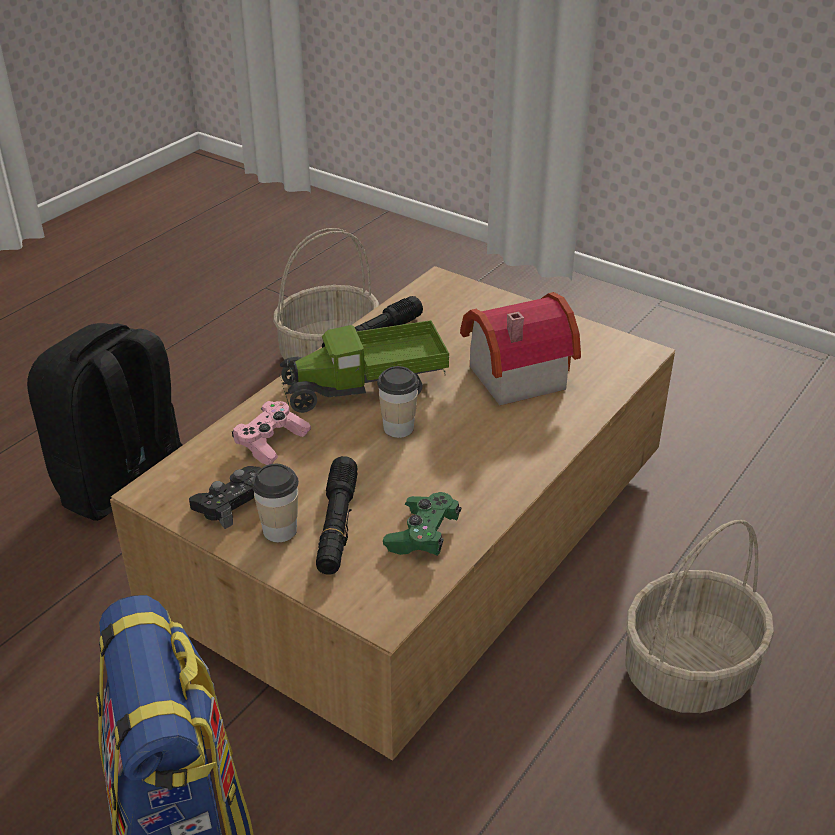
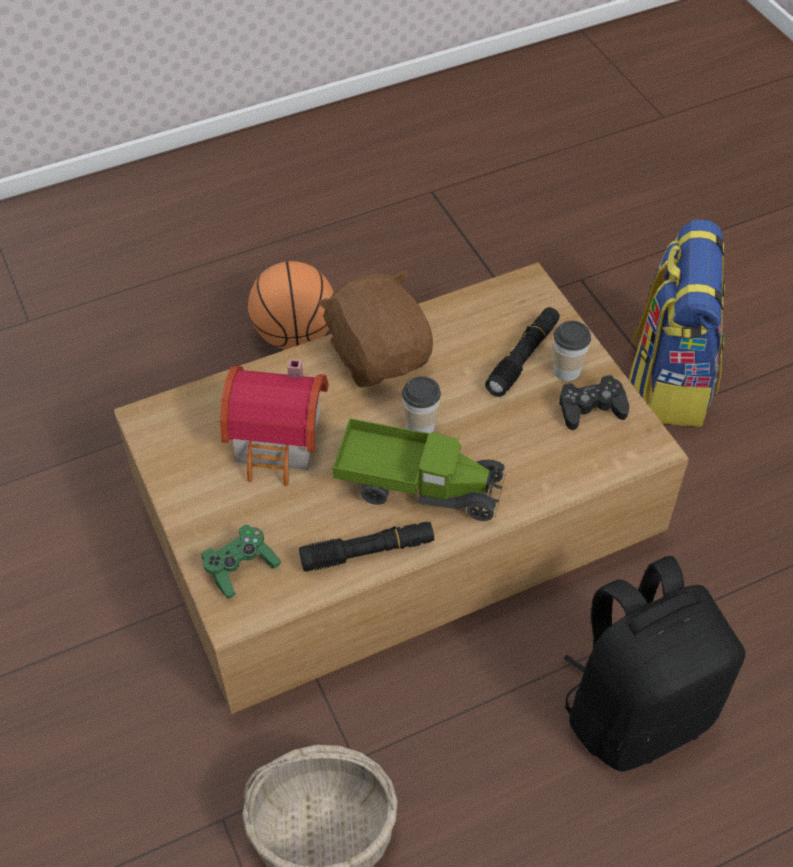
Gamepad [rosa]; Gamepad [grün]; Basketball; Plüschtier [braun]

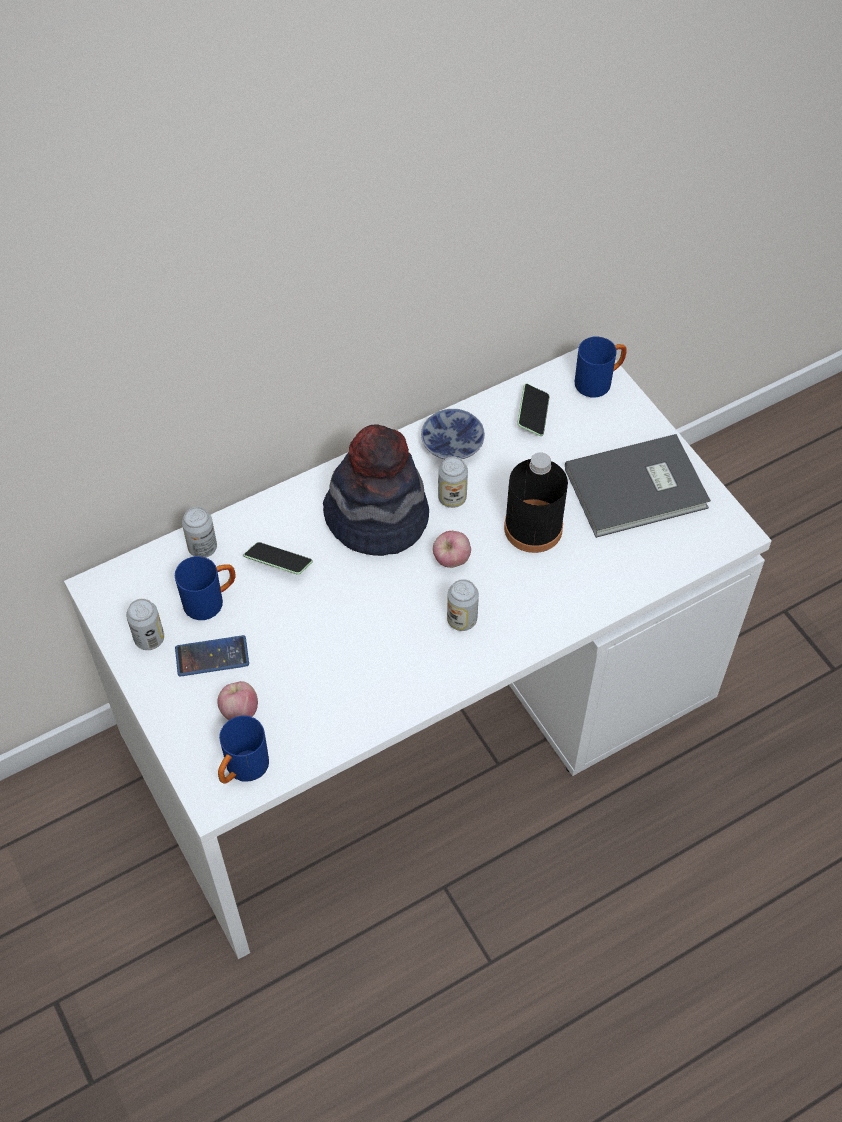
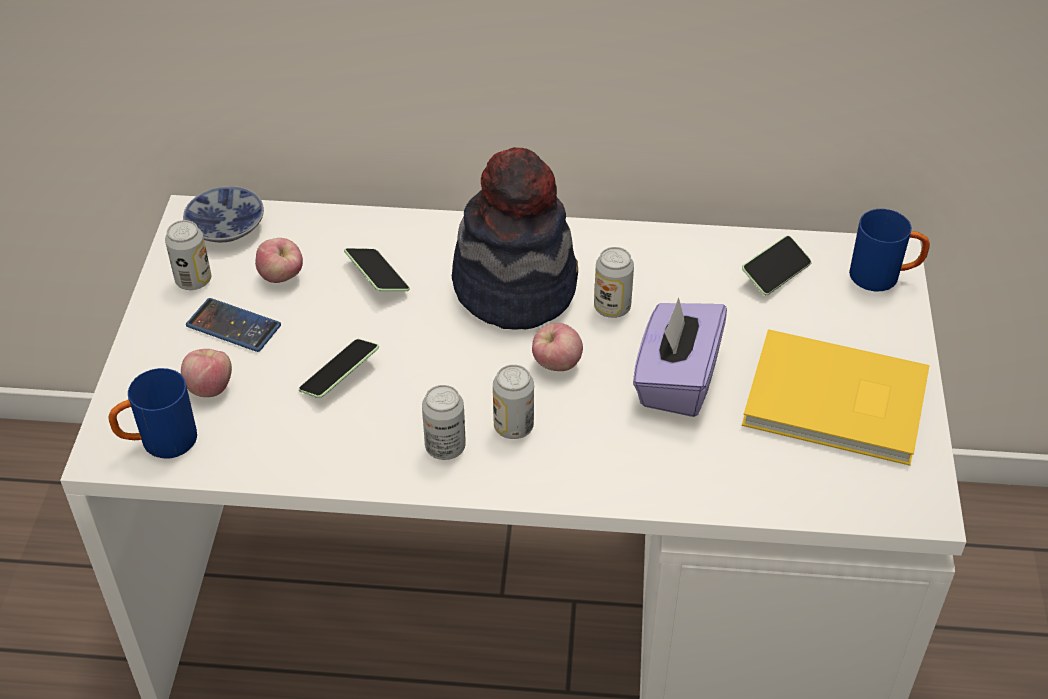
Schüssel; Buch [gelb]; Taschentuchbox [lila]; Dose (no. 2 from left); Apfel (no. 2 from left); Handy (no. 2 from left)

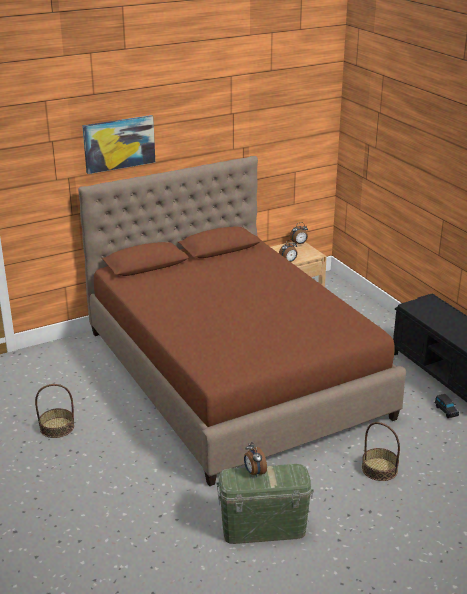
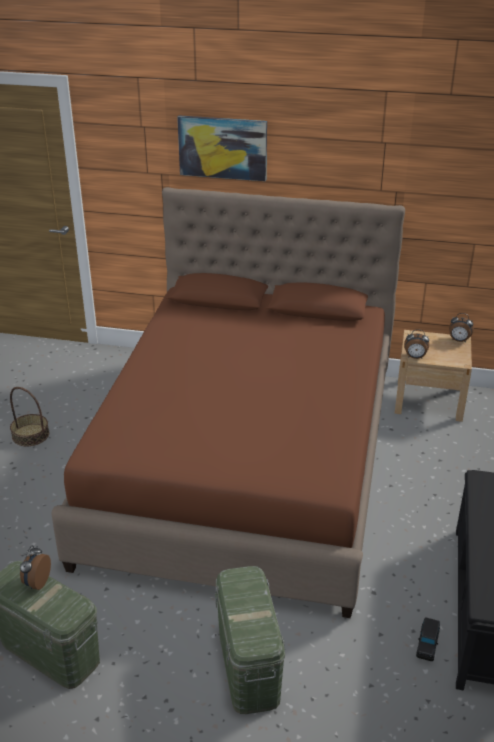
Aufbewahrungsbox [grün] (no. 2 from left)

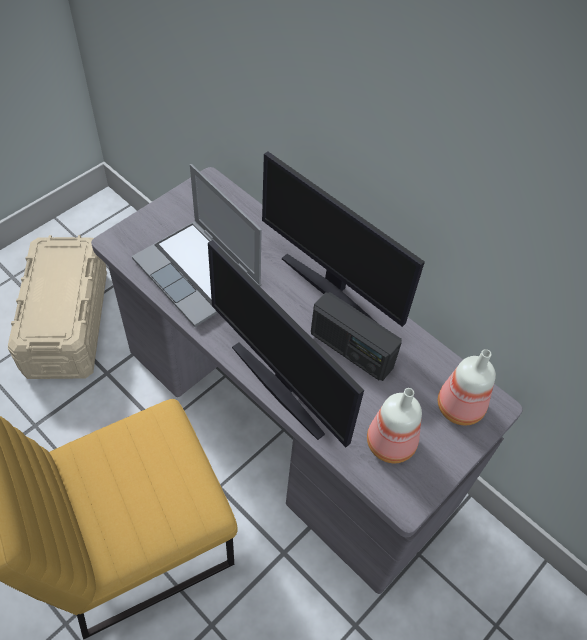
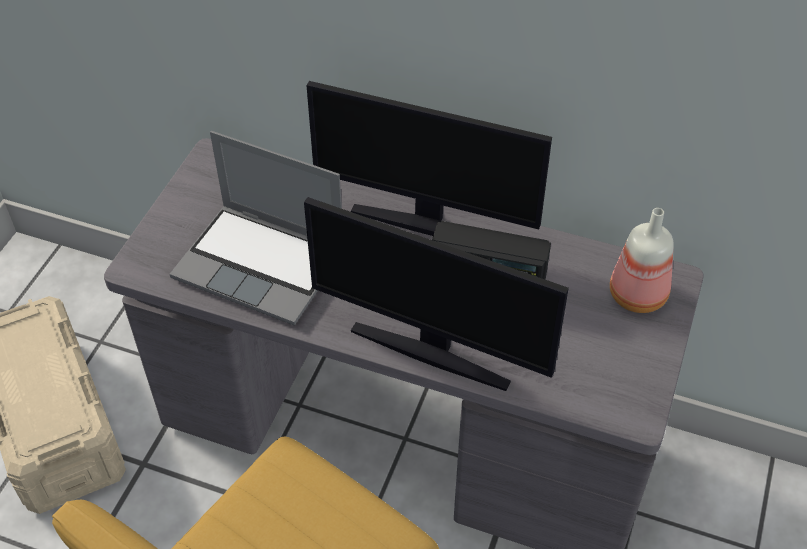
Flasche (no. 1 from left in the first image)

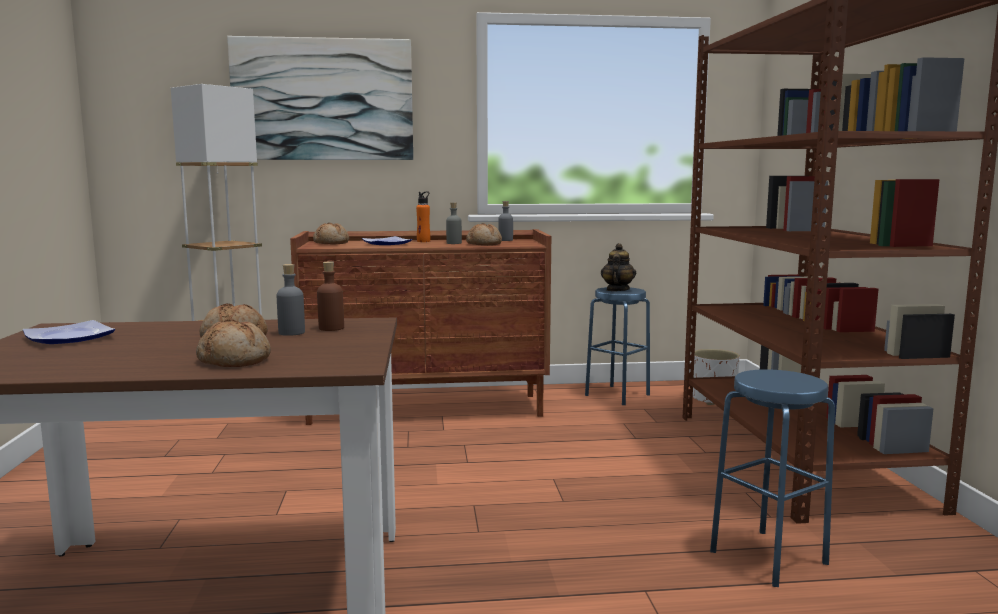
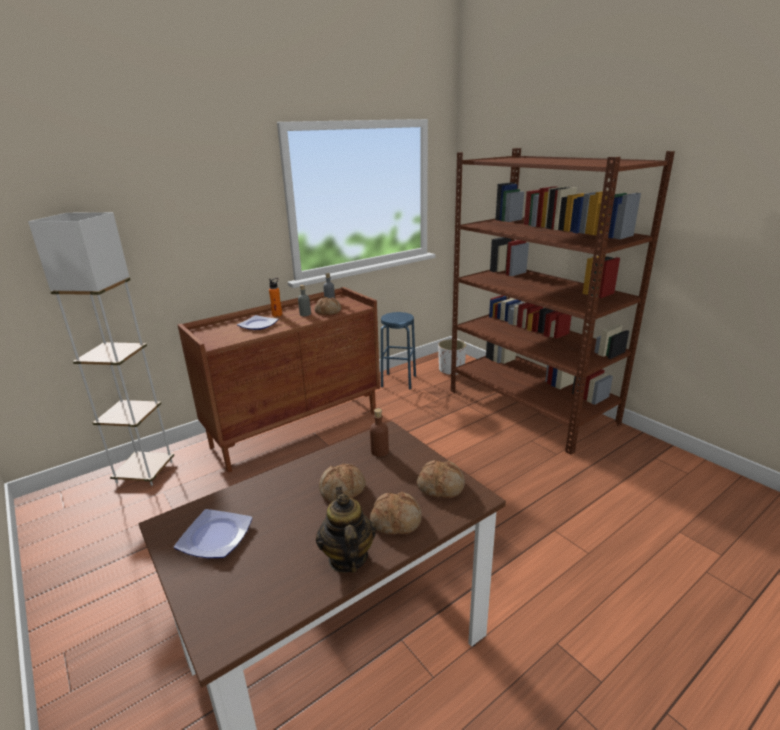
Bild; Brot (no. 4 from left); Teekanne; Flasche [grau] (no. 1 from left in the first image); Hocker [blau] (no. 2 from left in the first image)

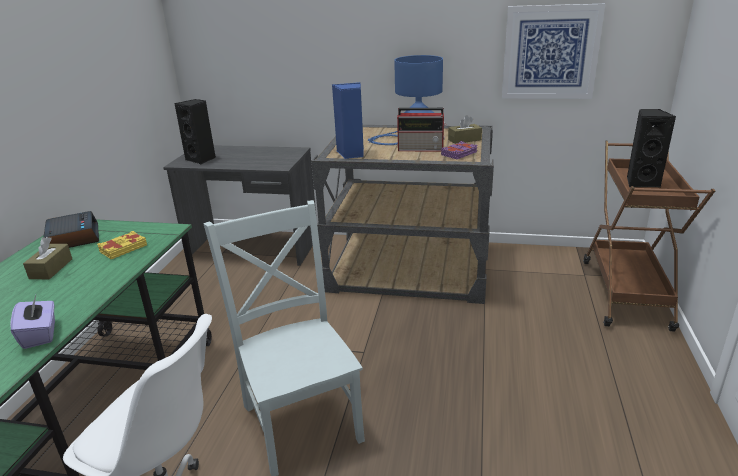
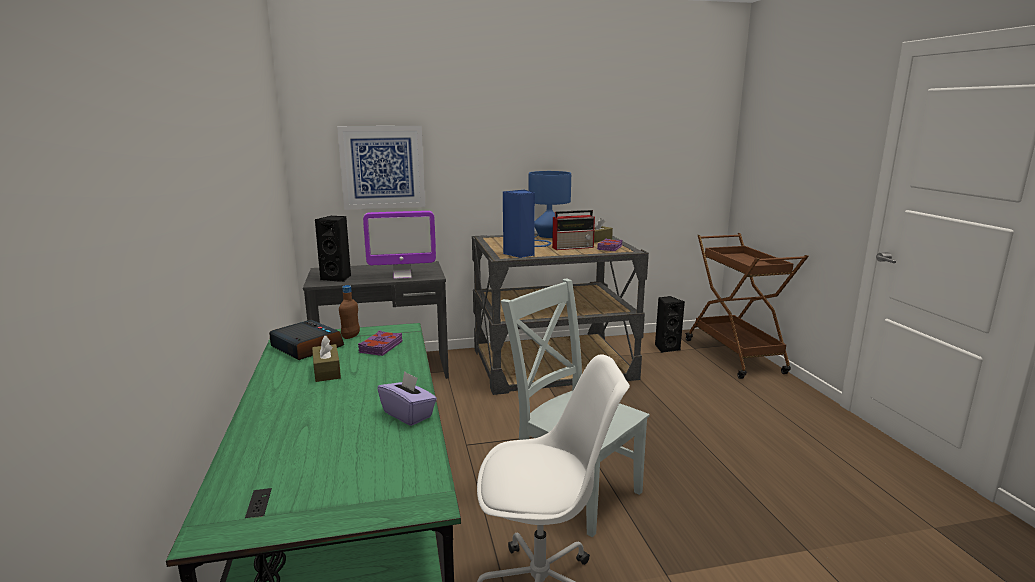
Bild; Lautsprecher [schwarz] (no. 2 from left); Buch [lila] (no. 1 from left); Monitor; Flasche [braun]

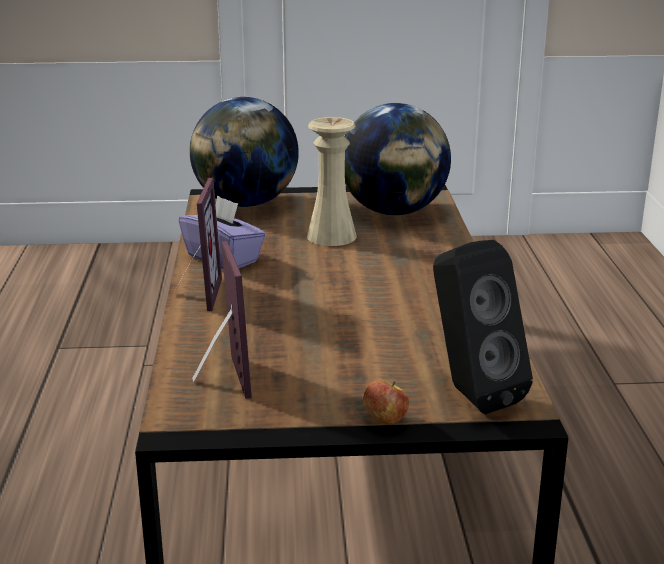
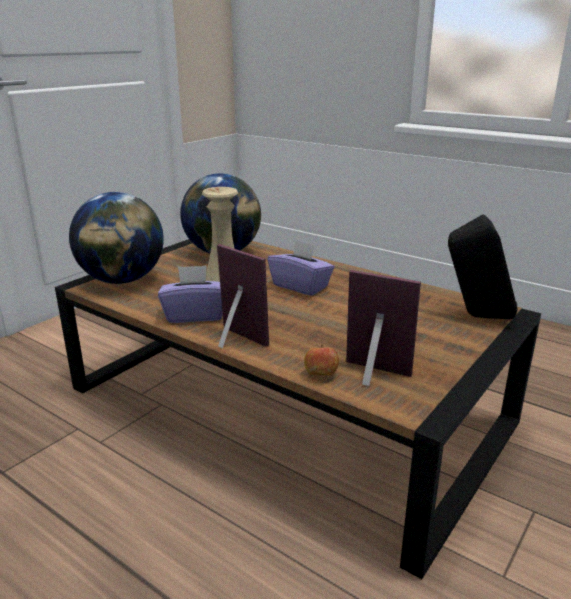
Apfel; Taschentuchbox [lila] (no. 2 from left)

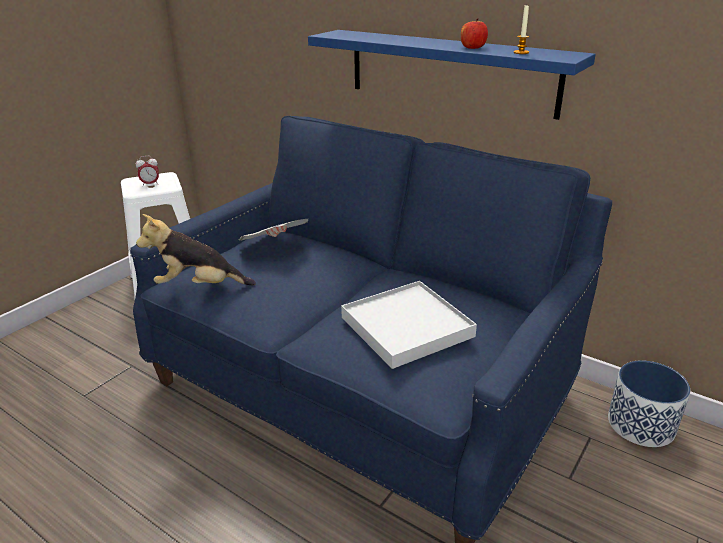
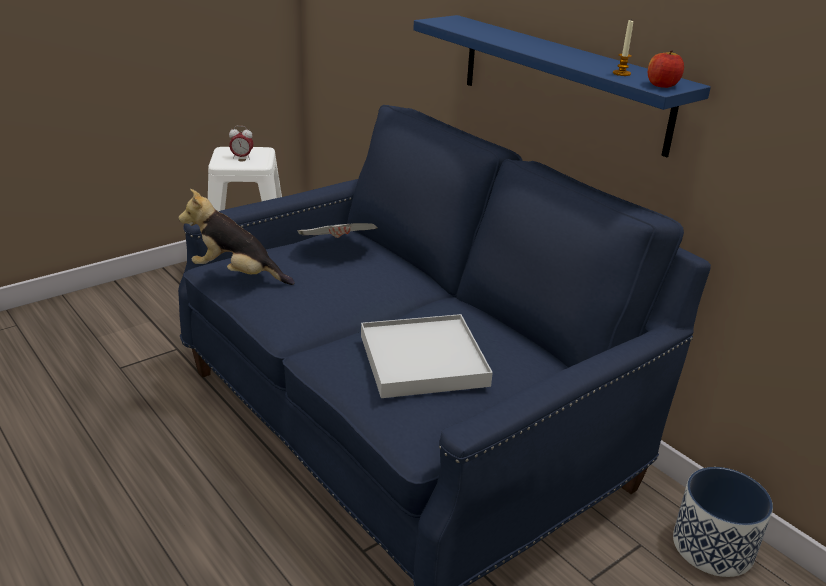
Apfel

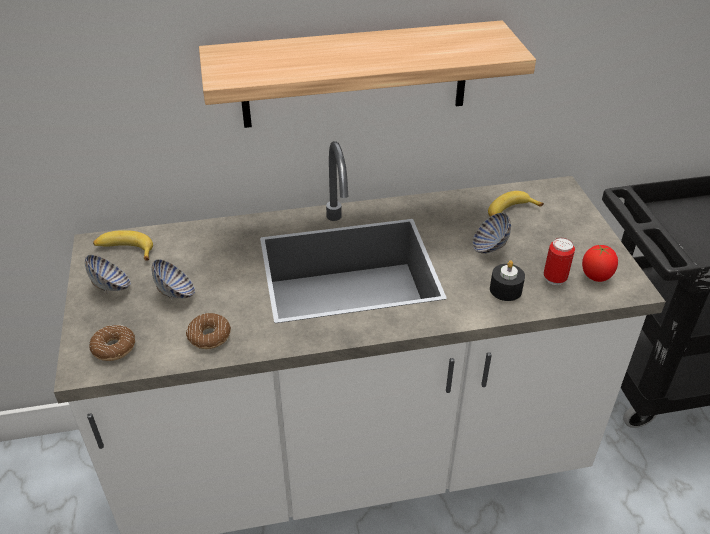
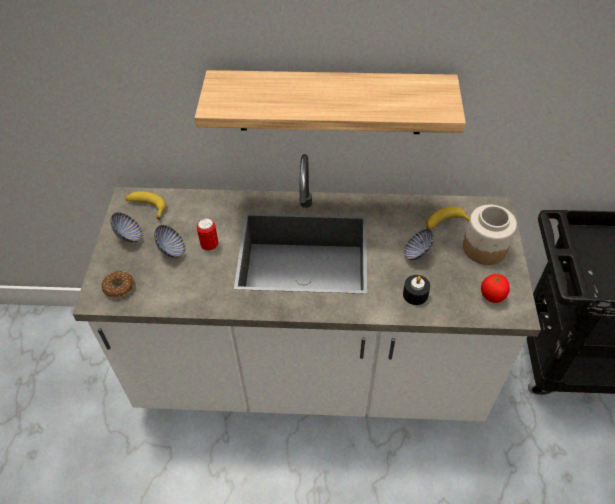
Dose; Donut (no. 2 from left in the first image); Vorratsglas

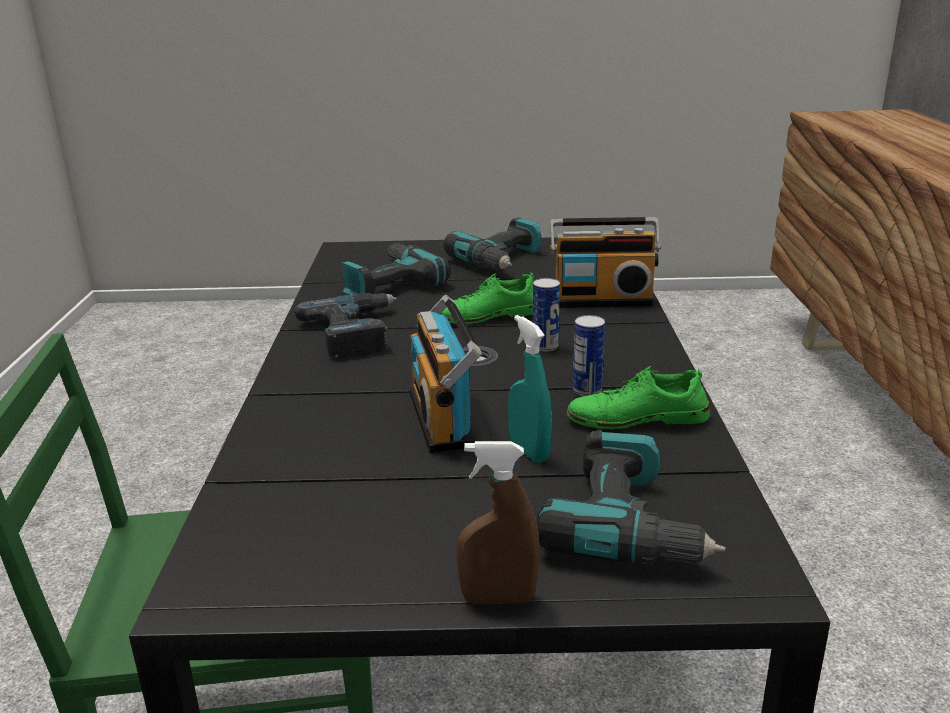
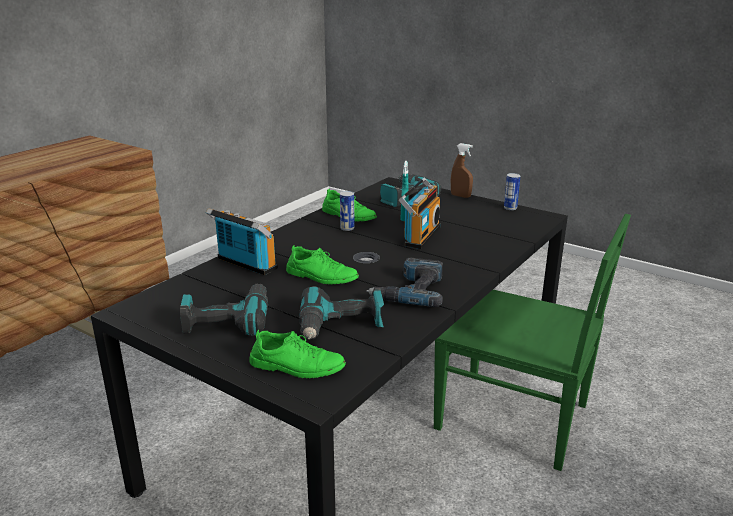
Dose (no. 2 from left); Schuh [grün] (no. 1 from left)

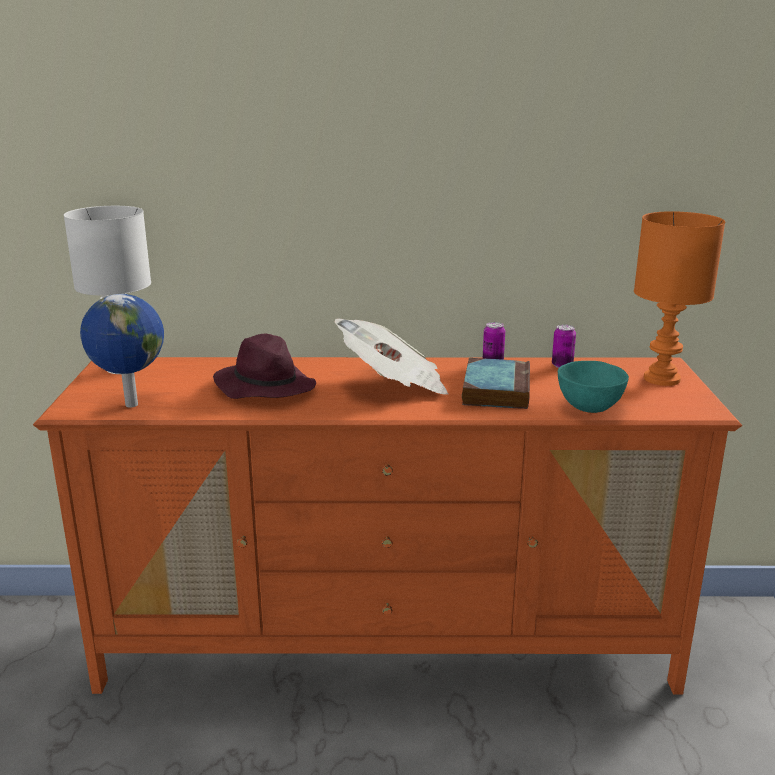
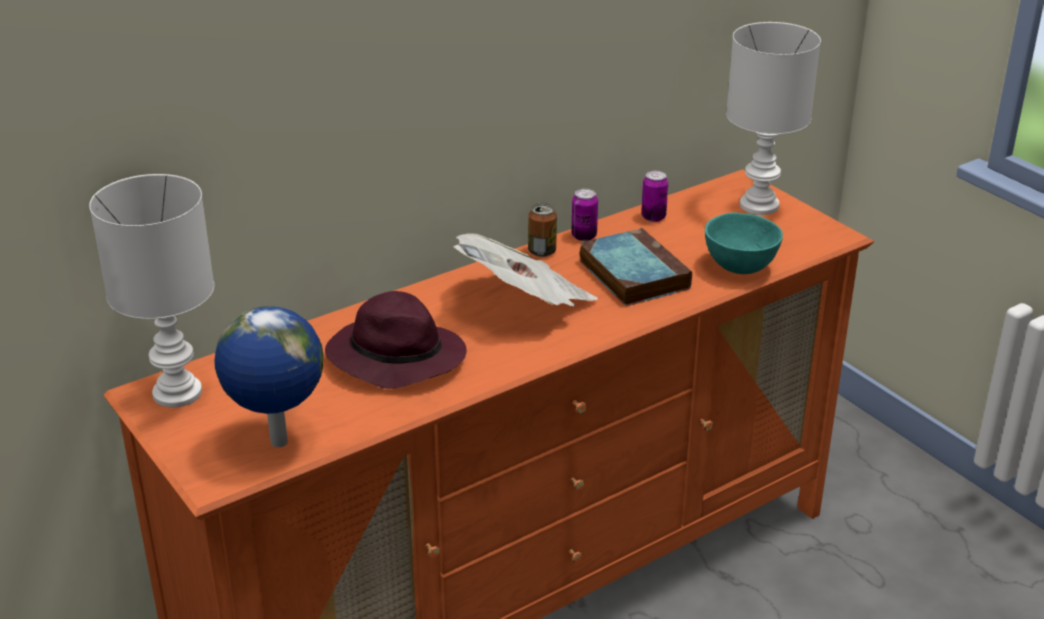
Tischlampe [weiß] (no. 2 from left); Dose (no. 1 from left)

